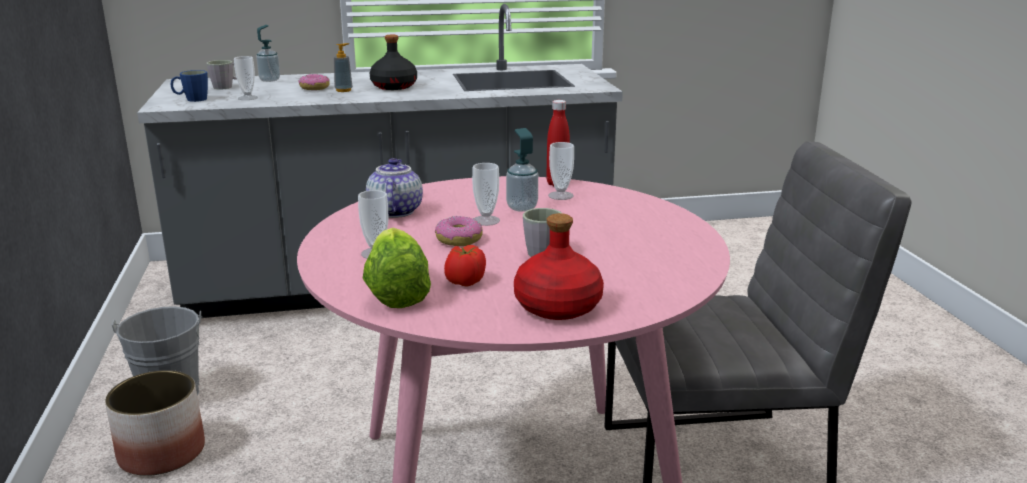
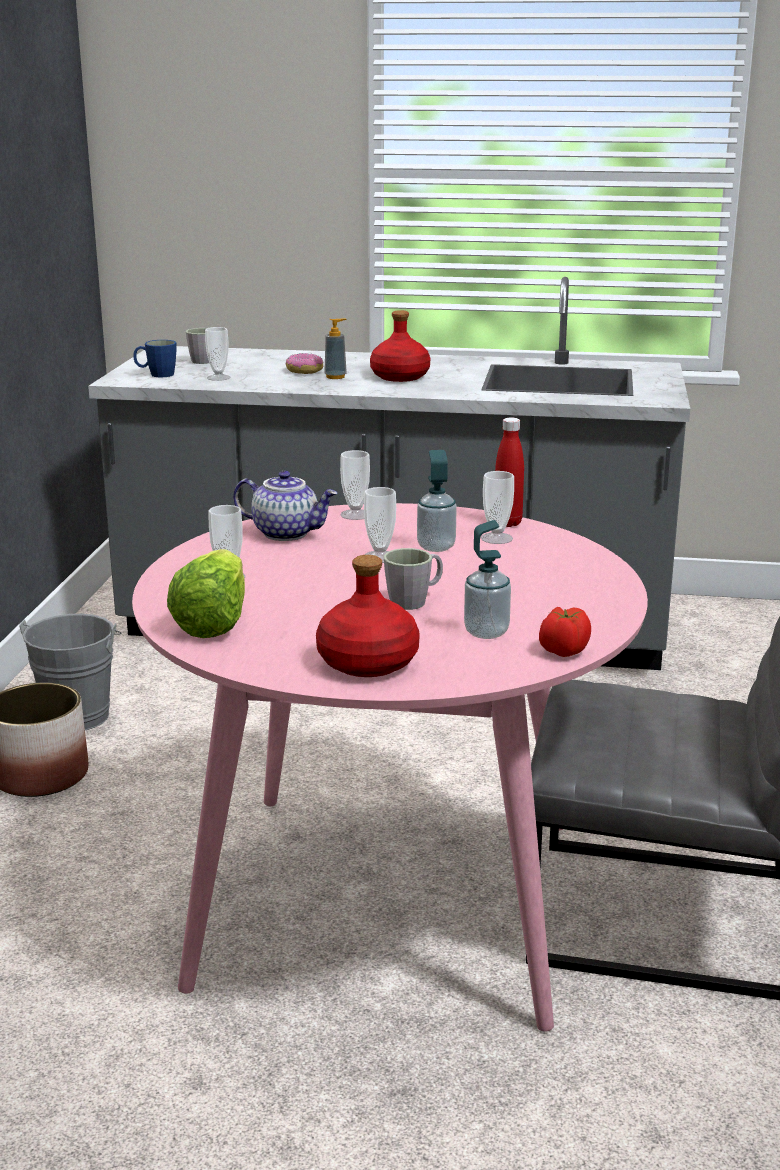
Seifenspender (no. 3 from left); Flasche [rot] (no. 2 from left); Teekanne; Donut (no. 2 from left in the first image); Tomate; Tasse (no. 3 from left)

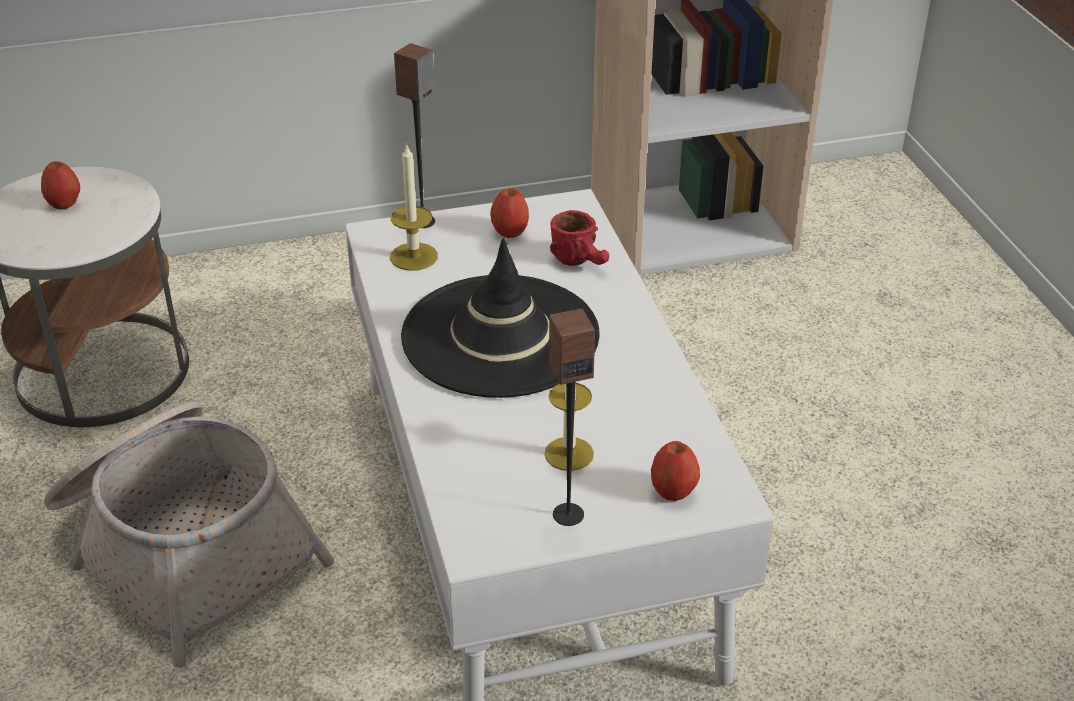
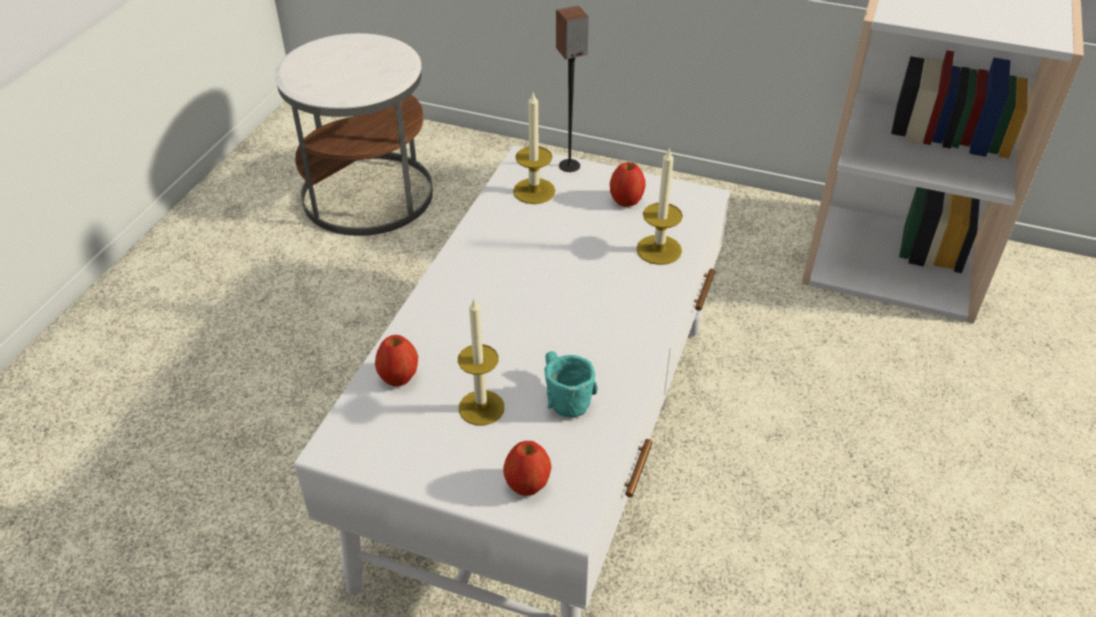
Apfel (no. 1 from left); Kerze (no. 3 from left); Hut [schwarz]; Lautsprecher (no. 2 from left in the first image); Korb; Henkelbecher [türkis]

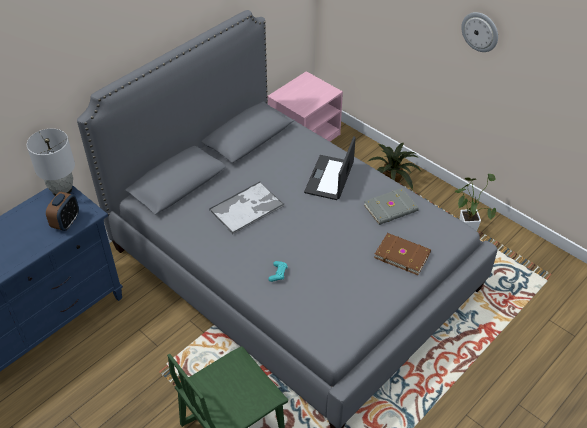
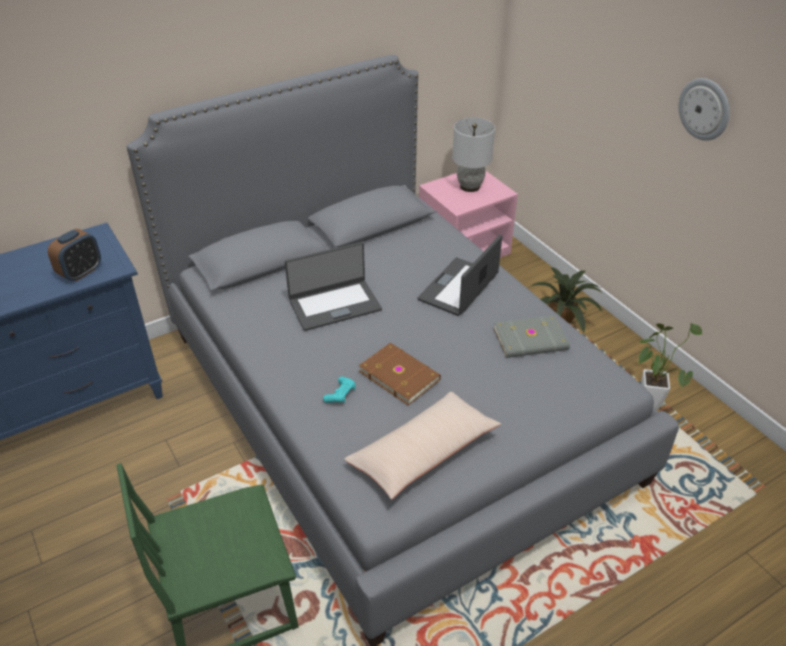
Tischlampe [weiß]; Laptop (no. 1 from left); Buch [braun]; Kissen [beige]

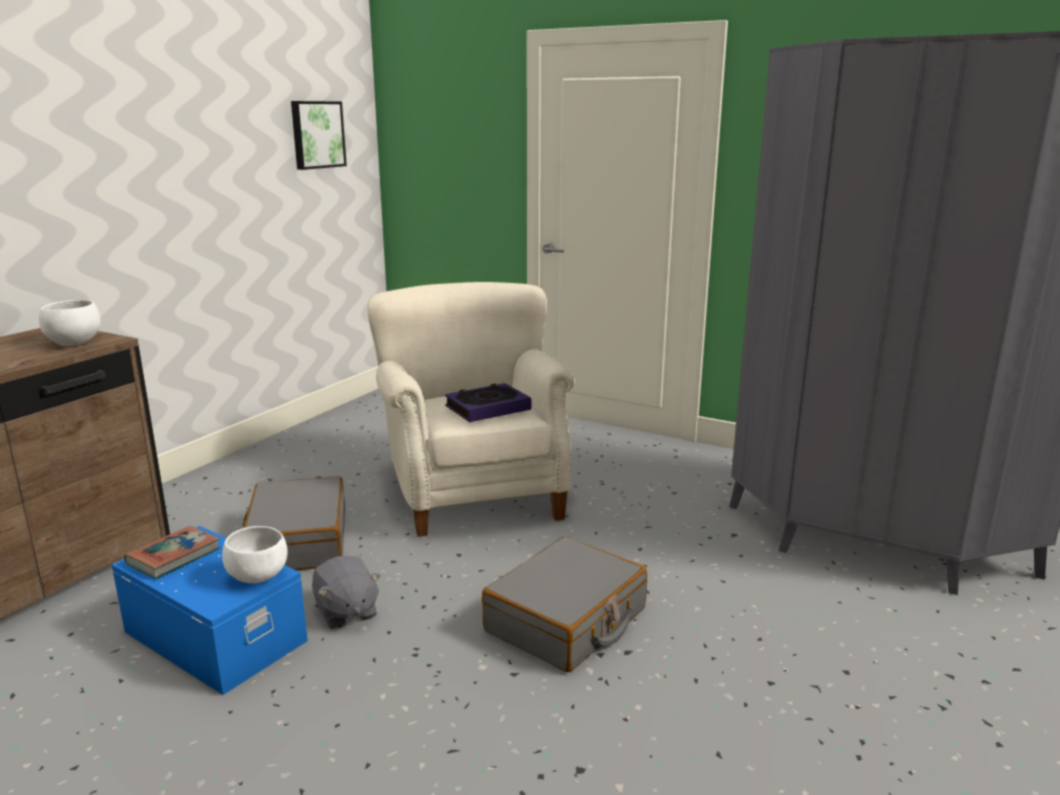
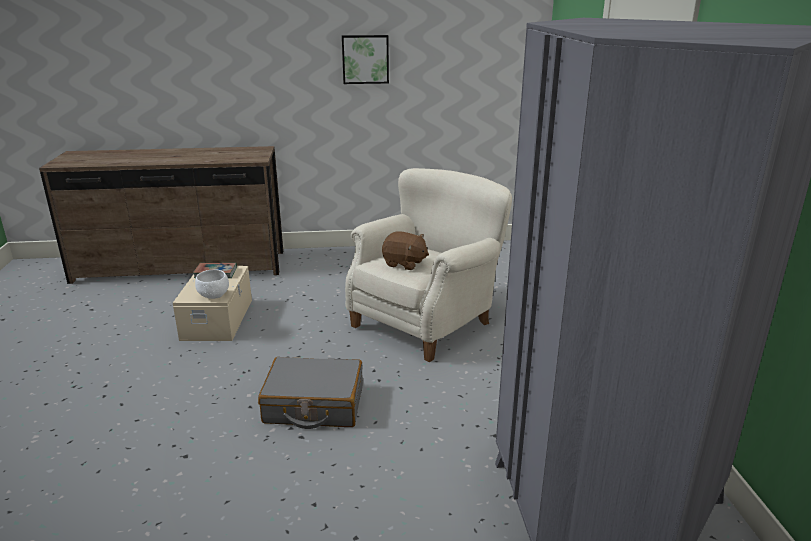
Bild; Schüssel [weiß] (no. 1 from left in the first image); Plüschtier [braun]; Koffer [grau] (no. 1 from left in the first image); Aufbewahrungsbox [beige]; Plüschtier [grau]

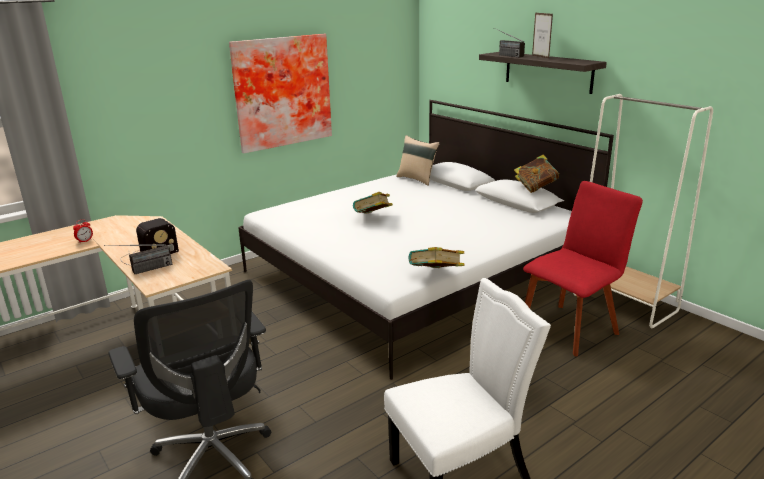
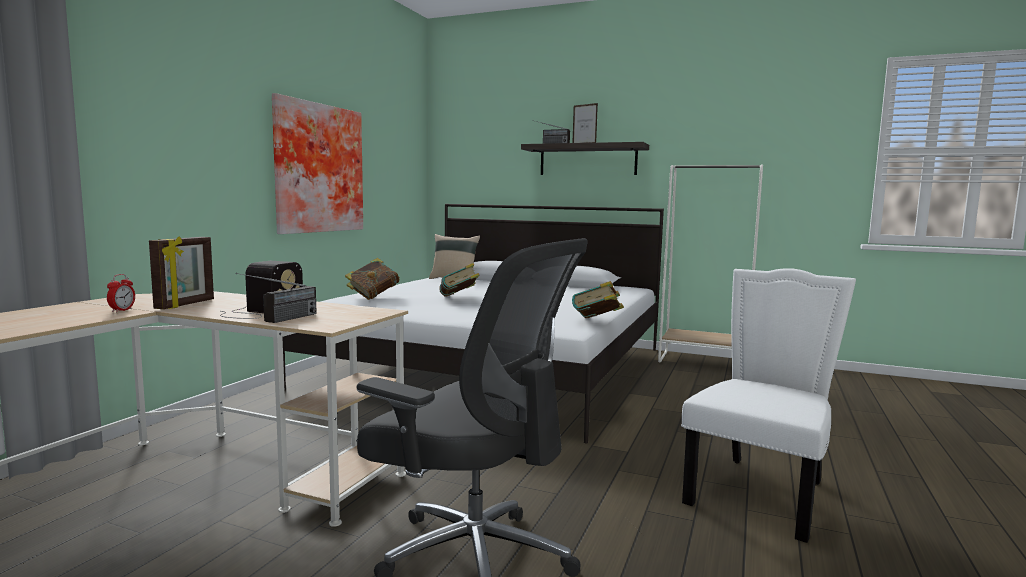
Buch (no. 1 from left); Stuhl [rot]; Bilderrahmen (no. 1 from left)

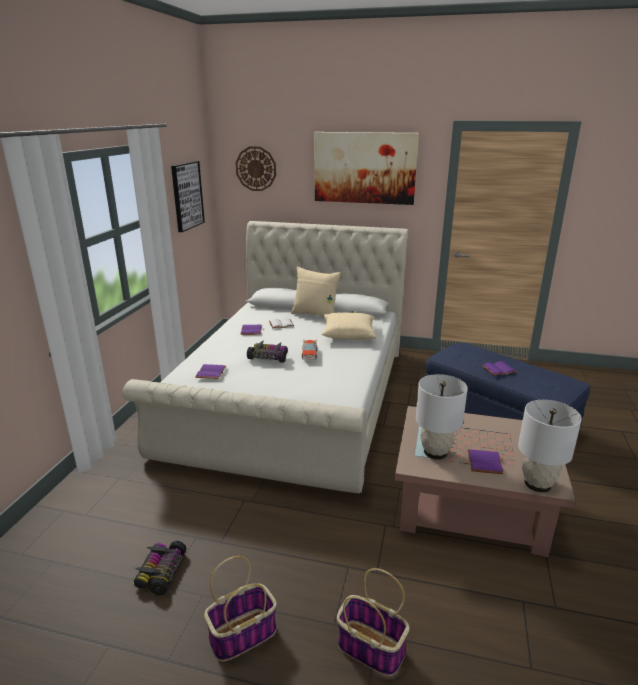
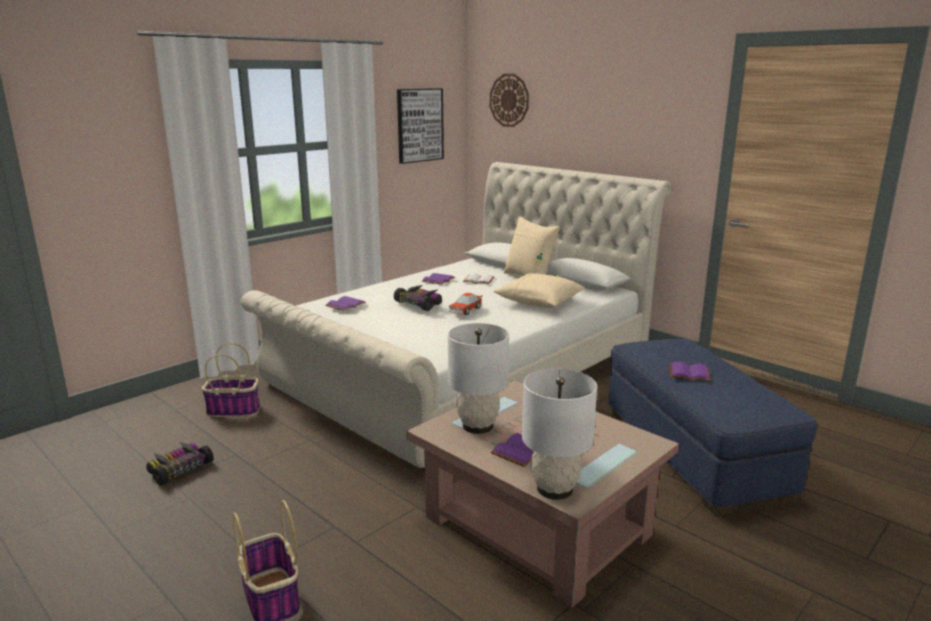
Bild (no. 2 from left in the first image); Korb (no. 1 from left)

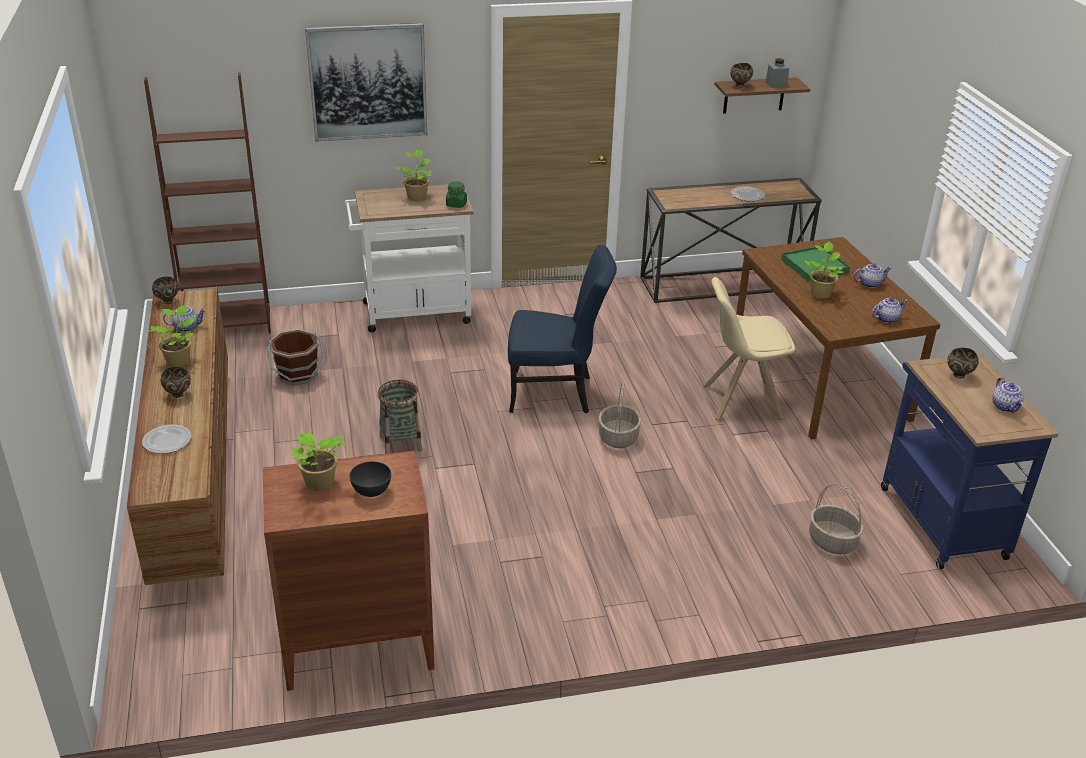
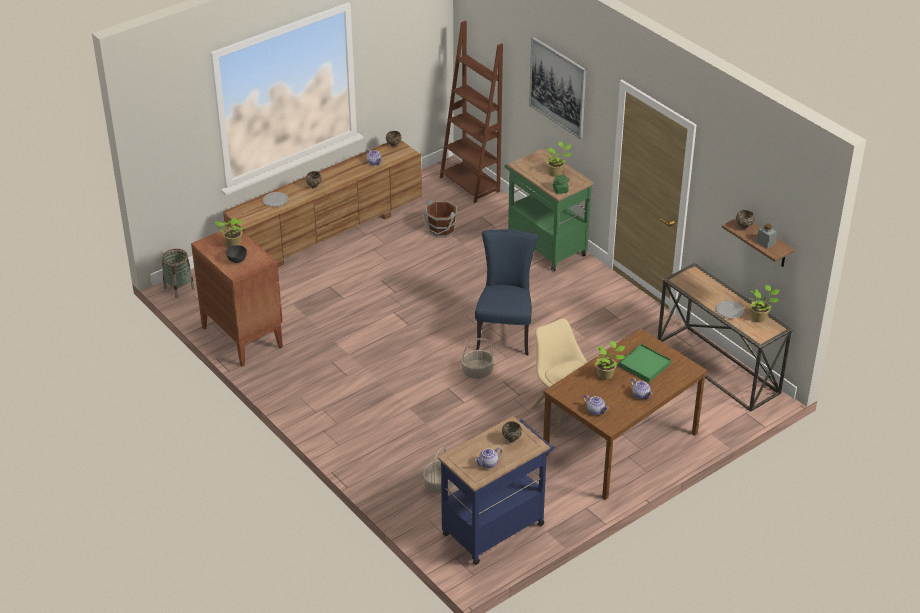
Rollwagen [grün]; Stuhl [blau]; Topfpflanze (no. 4 from left); Korb (no. 1 from left)

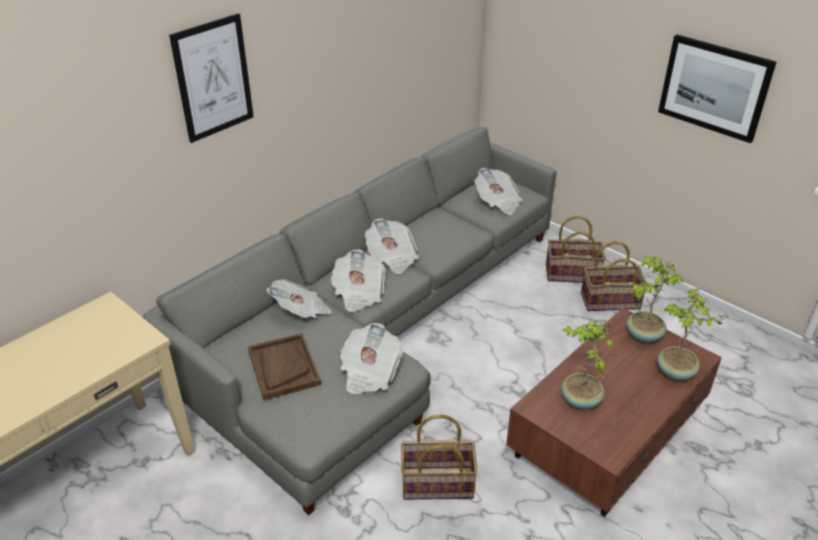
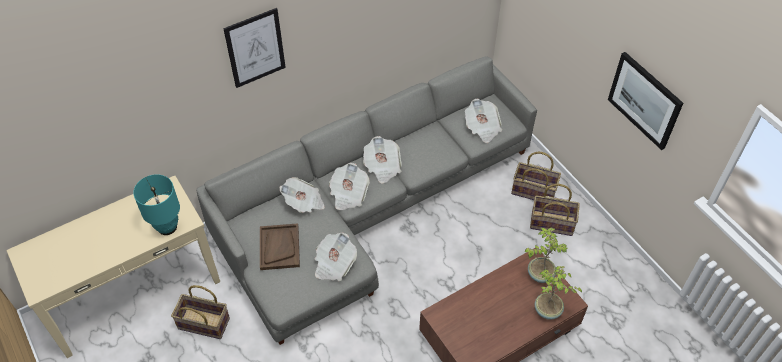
Topfpflanze (no. 1 from left in the first image); Korb (no. 1 from left); Tischlampe [türkis]

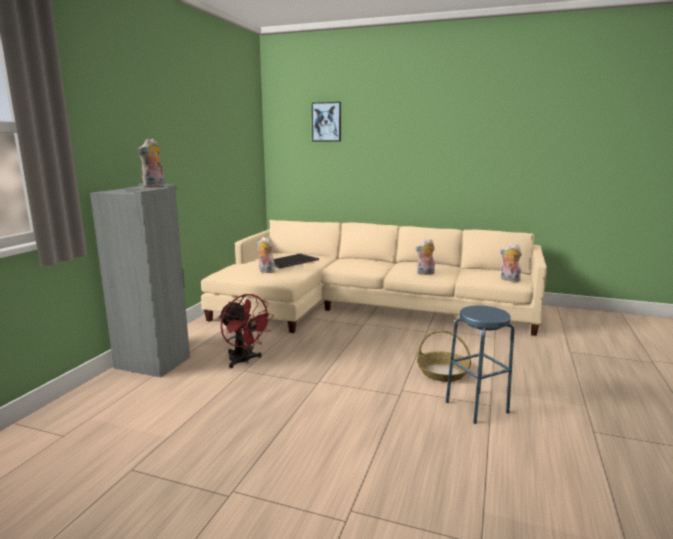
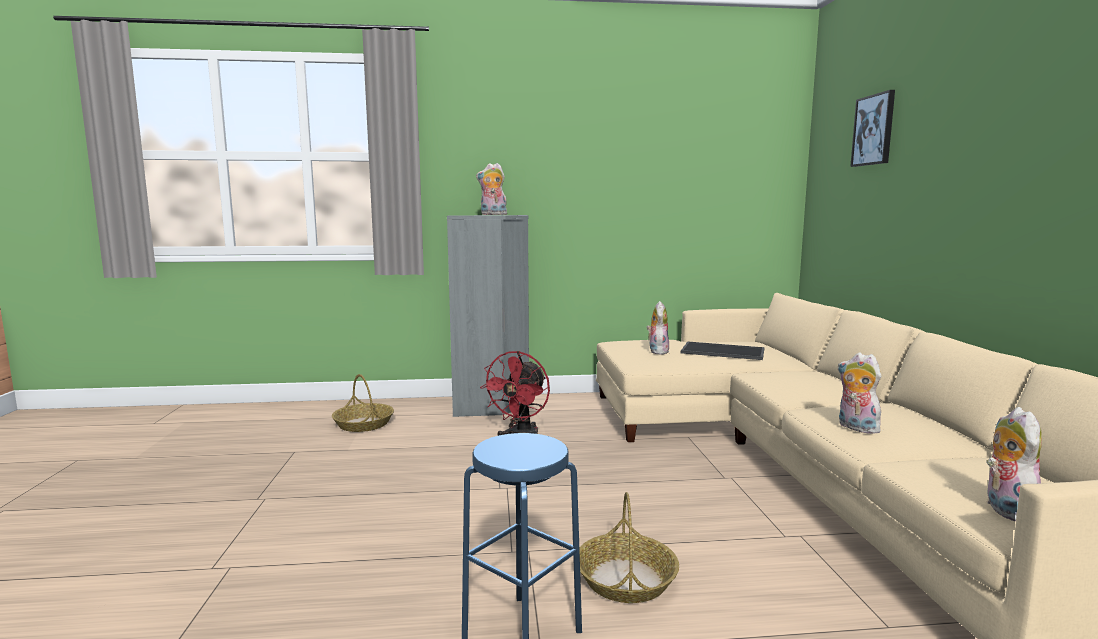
Korb (no. 1 from left)

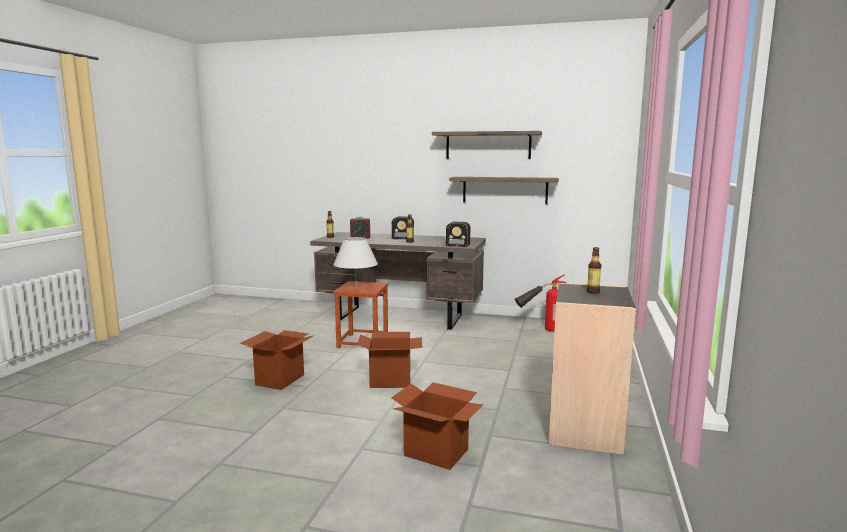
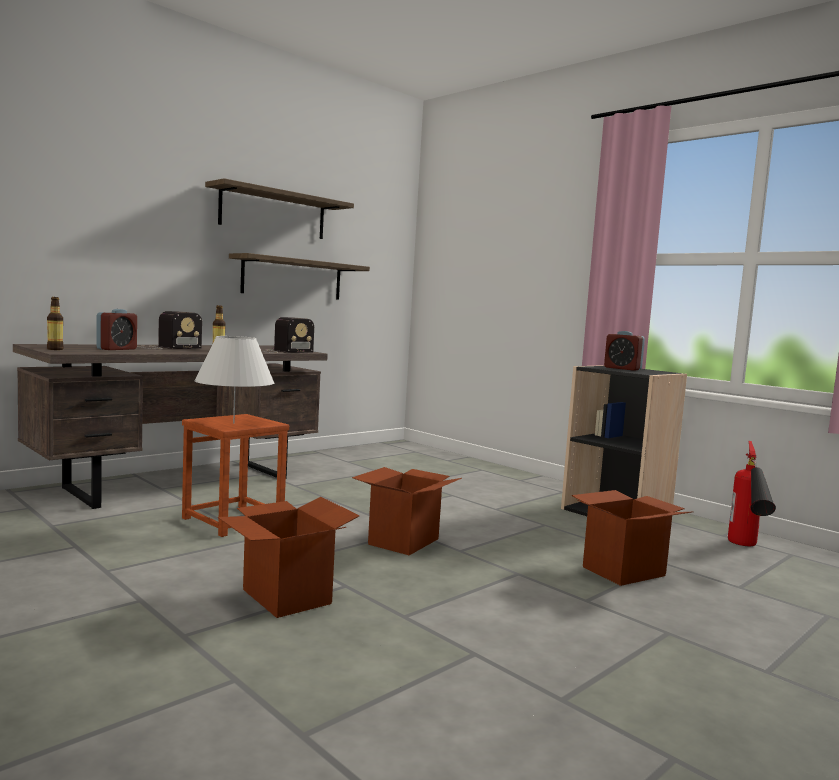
Wecker (no. 2 from left); Feuerlöscher

